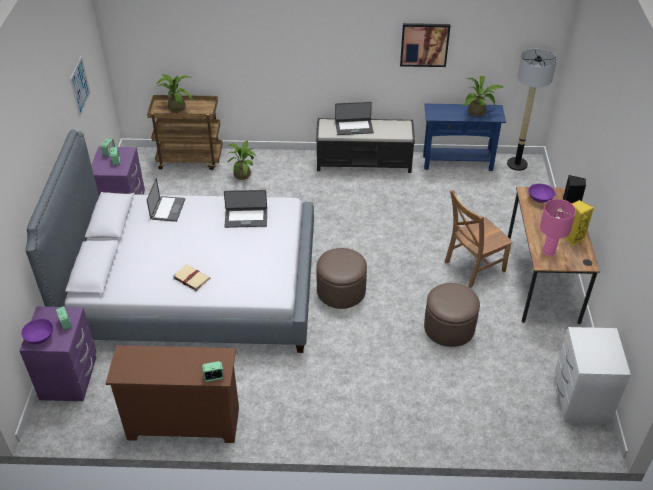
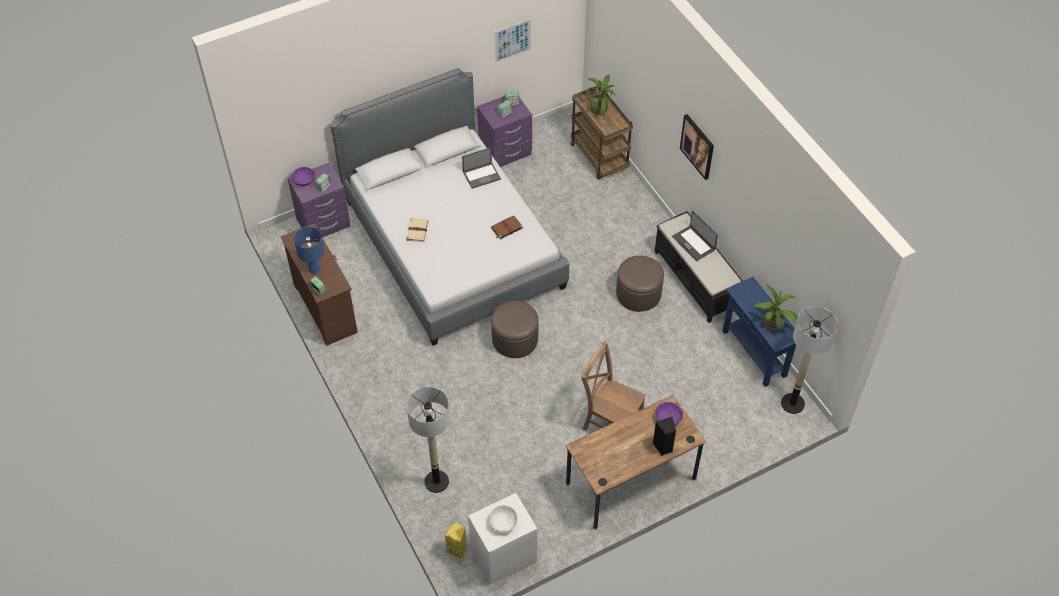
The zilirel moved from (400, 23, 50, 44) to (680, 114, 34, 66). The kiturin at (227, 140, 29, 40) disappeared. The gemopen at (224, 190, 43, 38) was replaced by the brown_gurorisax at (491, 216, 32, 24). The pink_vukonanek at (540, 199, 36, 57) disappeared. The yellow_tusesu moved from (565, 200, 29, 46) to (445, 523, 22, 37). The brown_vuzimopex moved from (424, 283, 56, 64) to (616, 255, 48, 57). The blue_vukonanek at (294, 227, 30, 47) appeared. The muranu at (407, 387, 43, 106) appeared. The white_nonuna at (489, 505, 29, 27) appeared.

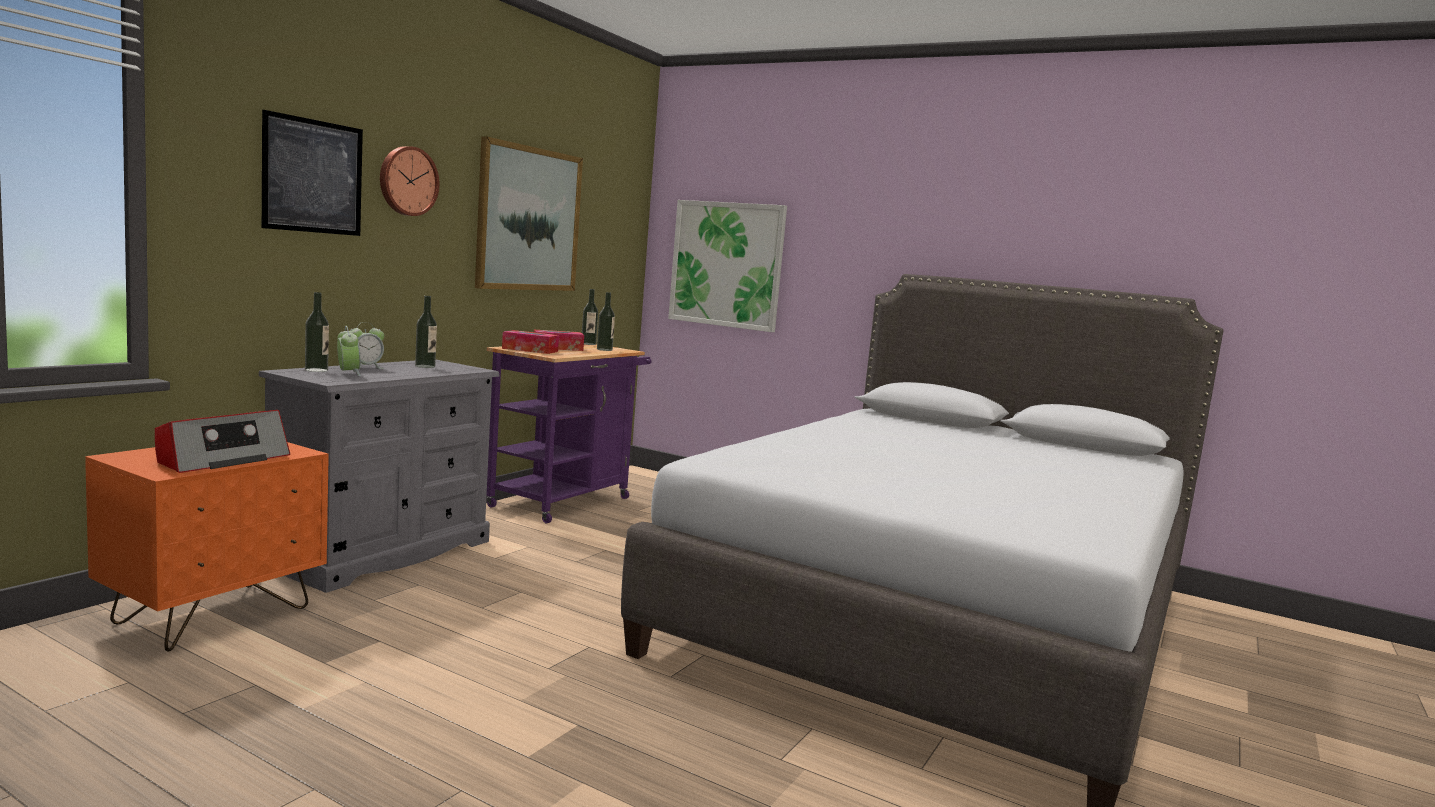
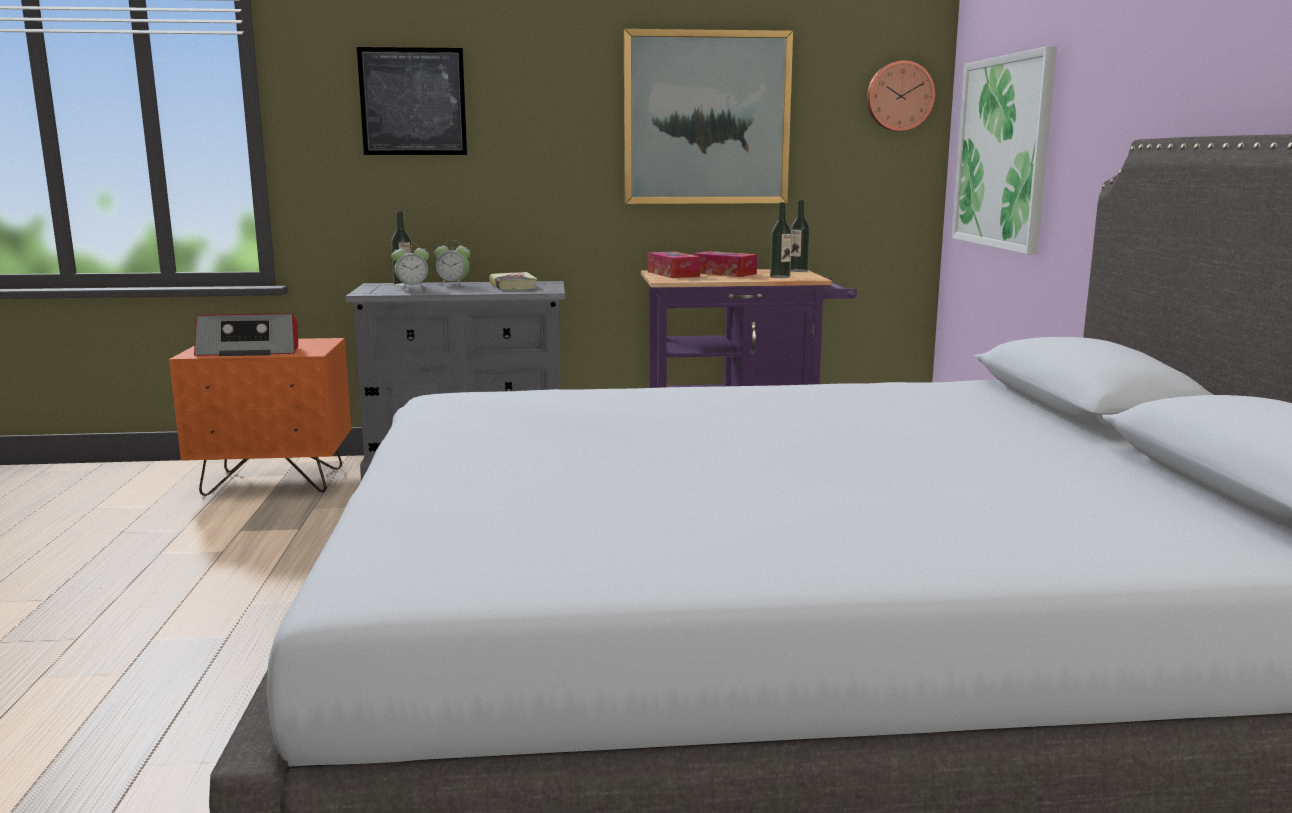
The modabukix moved from (380, 146, 60, 70) to (867, 60, 68, 71). The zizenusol at (415, 296, 22, 72) was replaced by the gurorisax at (489, 272, 48, 18). The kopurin at (337, 326, 24, 50) turned 45 degrees clockwise.

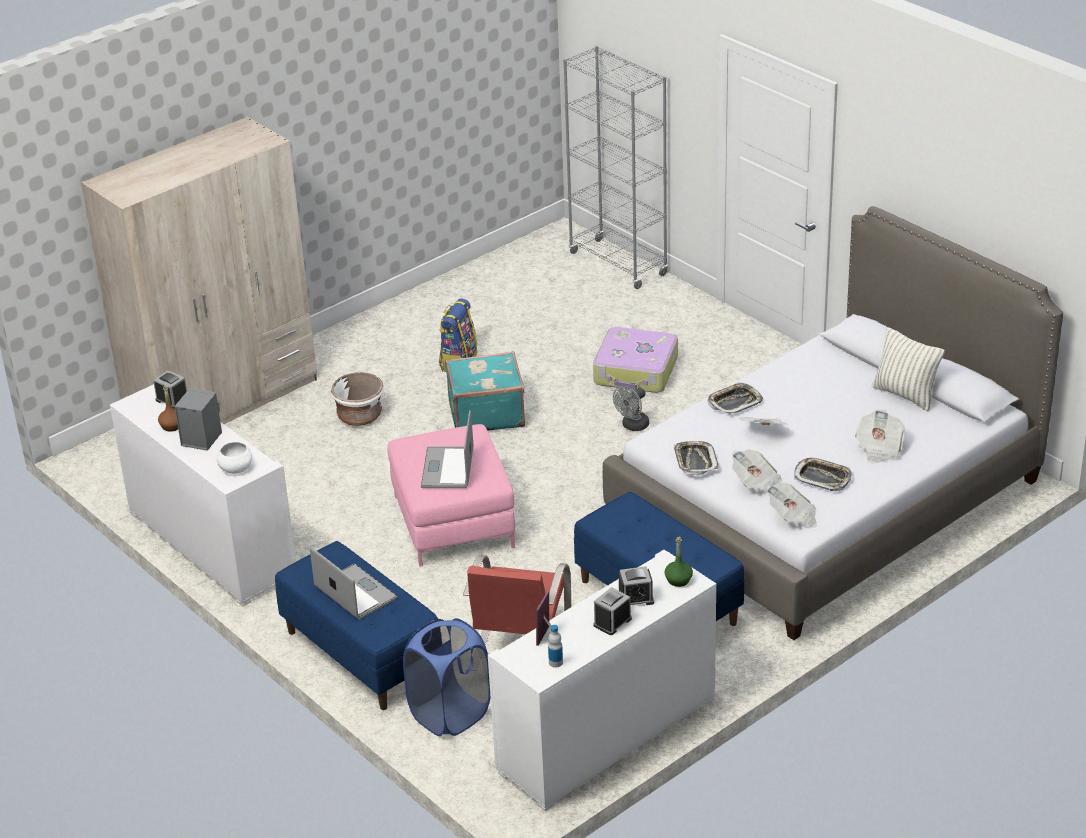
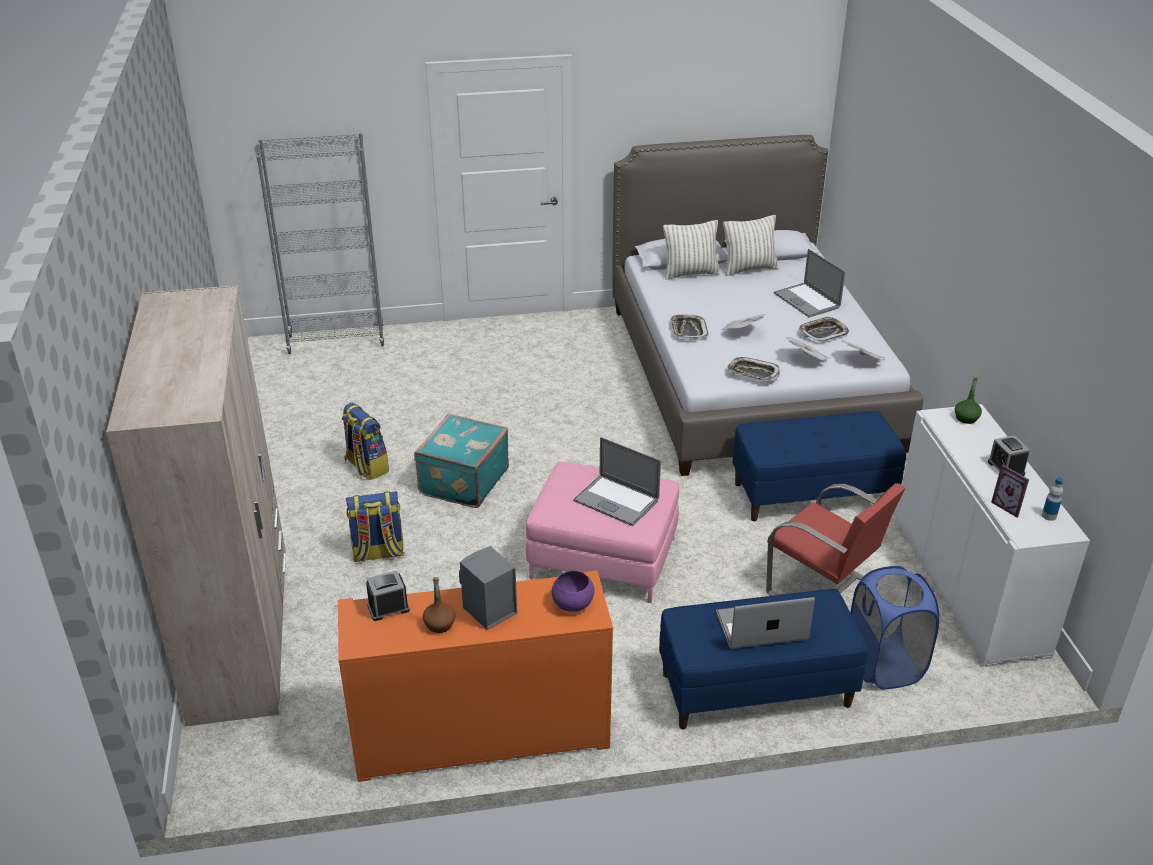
The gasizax at (593, 327, 85, 66) disappeared. The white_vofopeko at (331, 373, 53, 53) was replaced by the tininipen at (346, 491, 59, 72). The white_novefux at (110, 384, 186, 222) became the orange_novefux at (338, 570, 275, 212). The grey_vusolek at (613, 386, 36, 45) disappeared. The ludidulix at (855, 410, 50, 53) was replaced by the gemopen at (774, 249, 71, 68). The white_nonuna at (217, 442, 35, 32) became the purple_nonuna at (552, 570, 43, 42). The kopurin at (619, 566, 35, 39) disappeared. The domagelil at (663, 220, 57, 60) appeared.

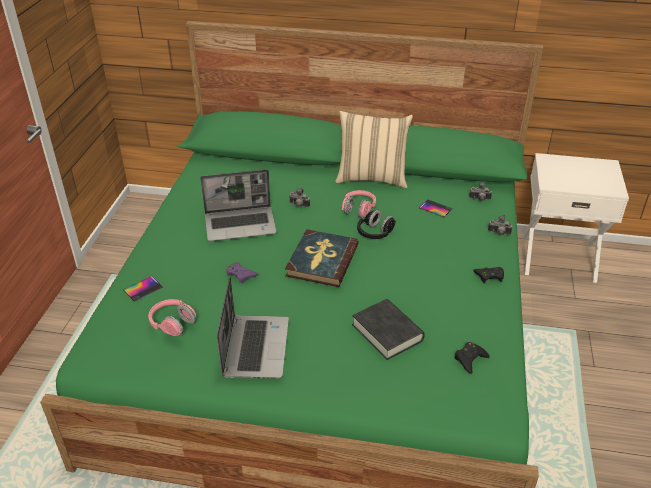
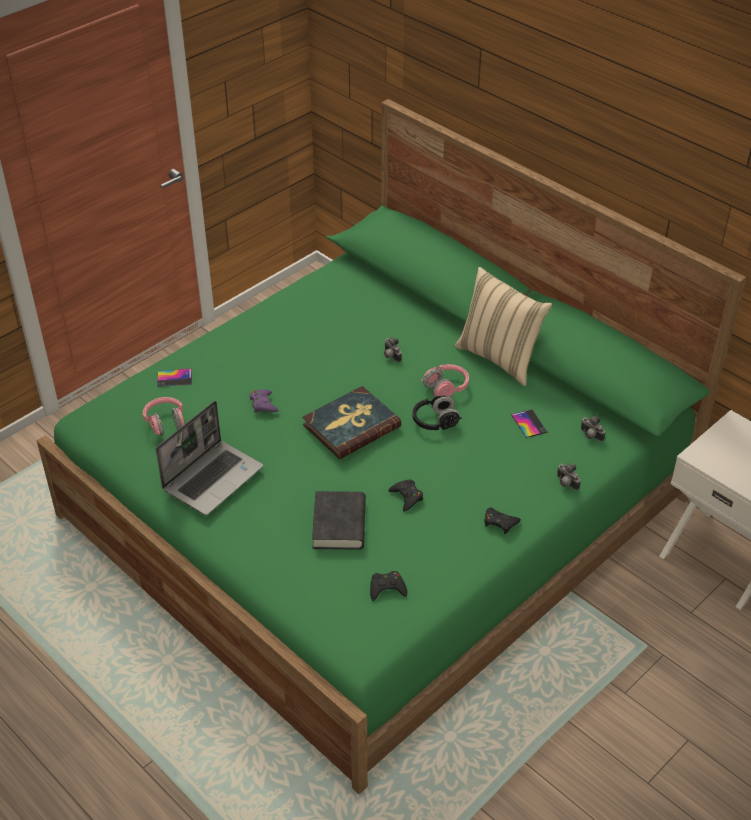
The gemopen at (200, 169, 77, 72) disappeared. The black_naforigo at (388, 479, 35, 33) appeared.

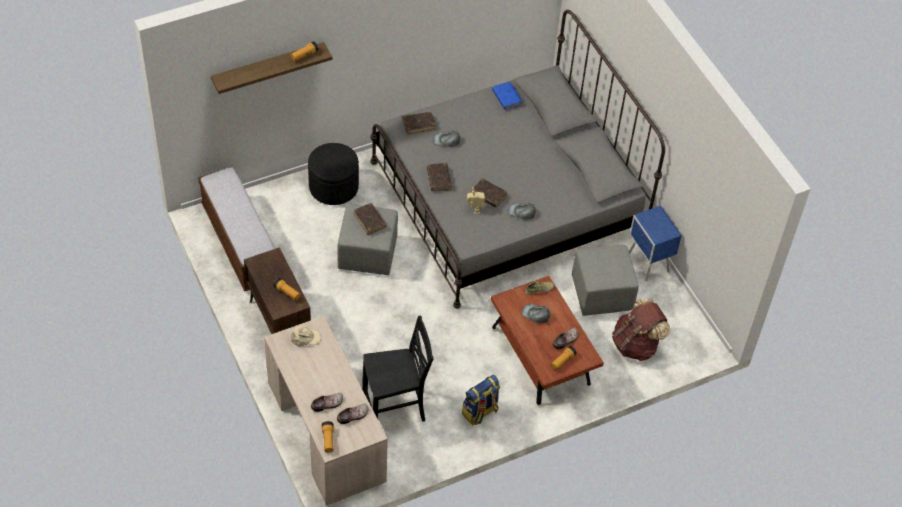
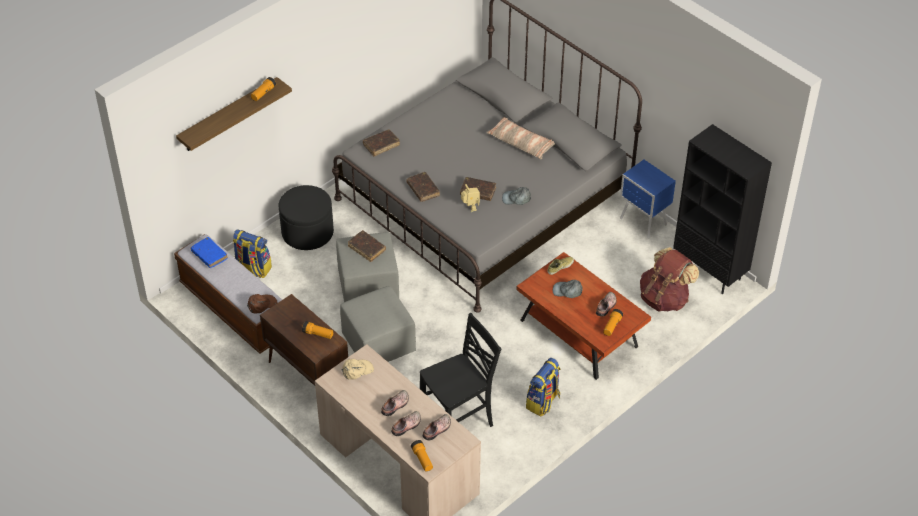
The blue_gurorisax moved from (492, 82, 30, 28) to (191, 237, 37, 31). The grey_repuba at (433, 130, 27, 17) disappeared. The grey_vuzimopex moved from (572, 245, 67, 71) to (340, 286, 76, 76). The domagelil at (486, 117, 69, 42) appeared. The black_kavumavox at (673, 124, 99, 170) appeared. The tininipen at (233, 229, 39, 49) appeared. The brown_repuba at (247, 294, 31, 20) appeared. The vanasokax at (381, 390, 28, 26) appeared.

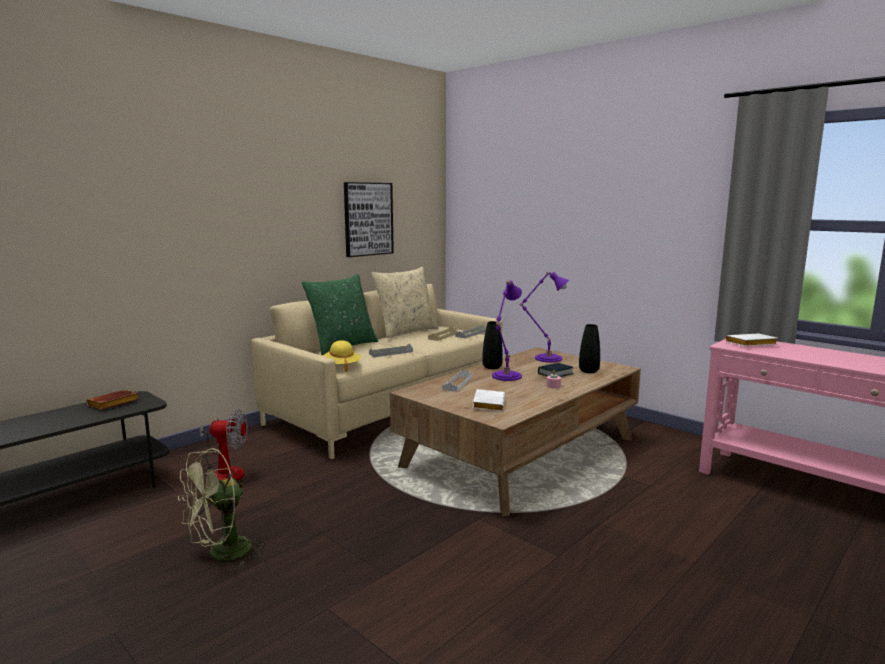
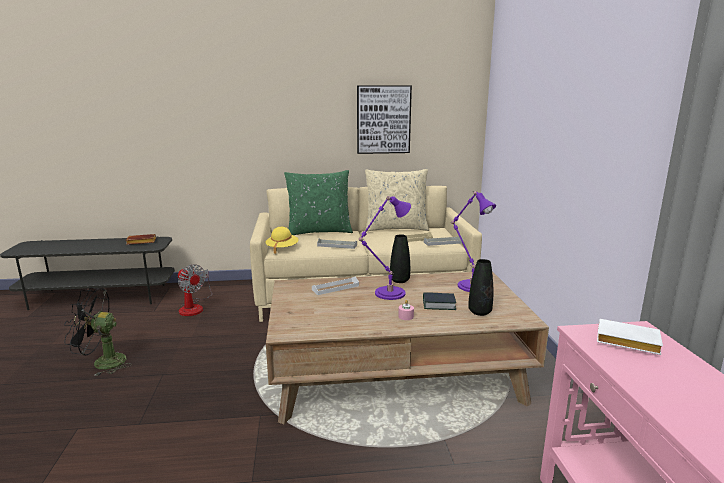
The white_gurorisax at (473, 389, 32, 22) disappeared. The green_vusolek at (178, 448, 89, 119) became the black_vusolek at (64, 288, 68, 88).

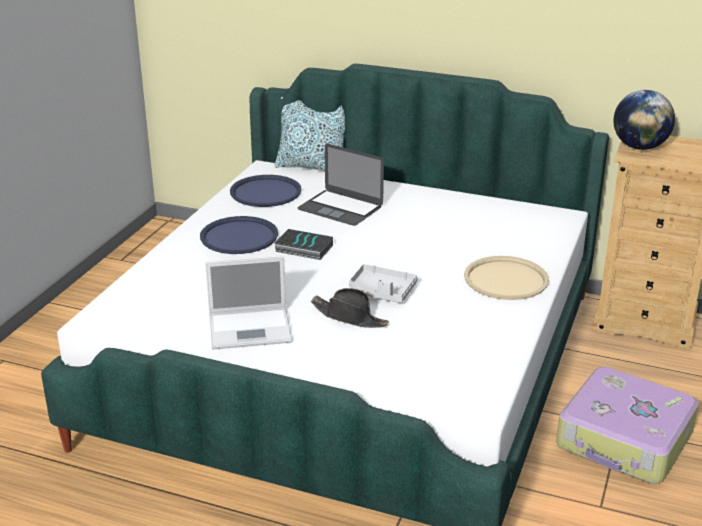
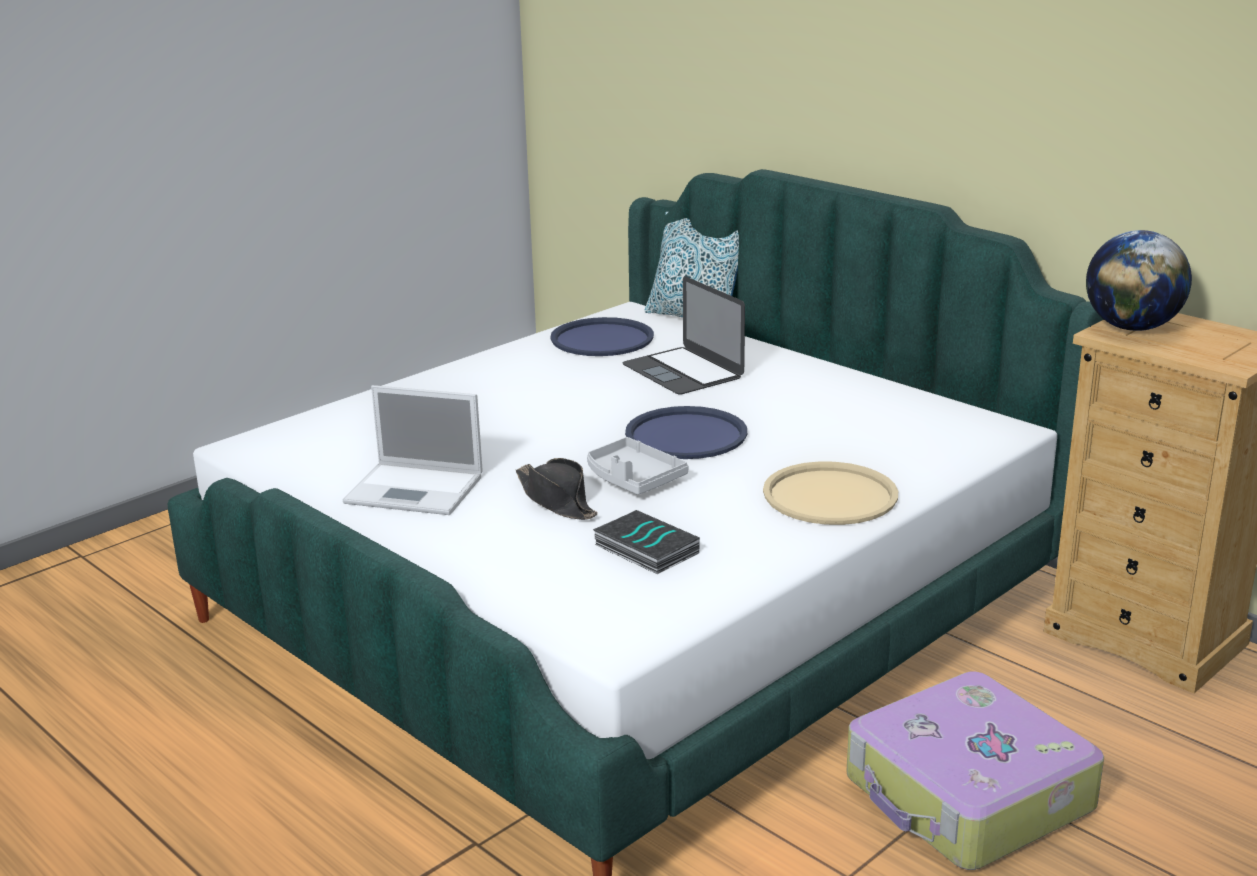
The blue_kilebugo moved from (200, 216, 78, 38) to (625, 406, 122, 53). The gurorisax moved from (274, 229, 59, 31) to (593, 510, 107, 64).

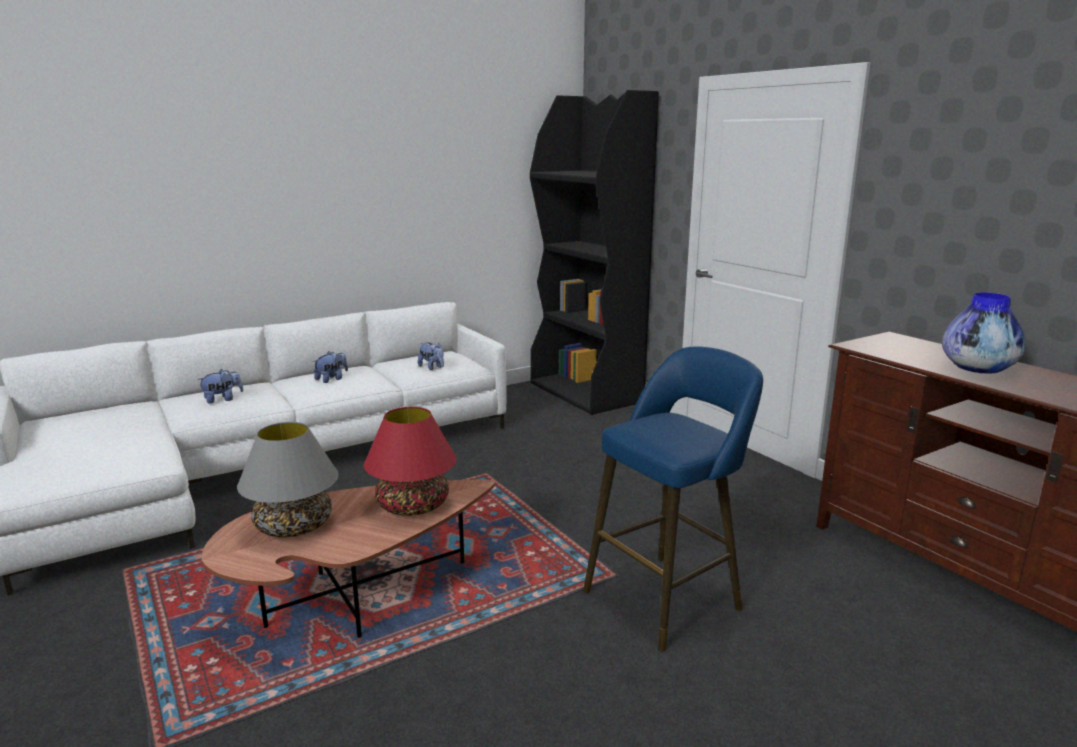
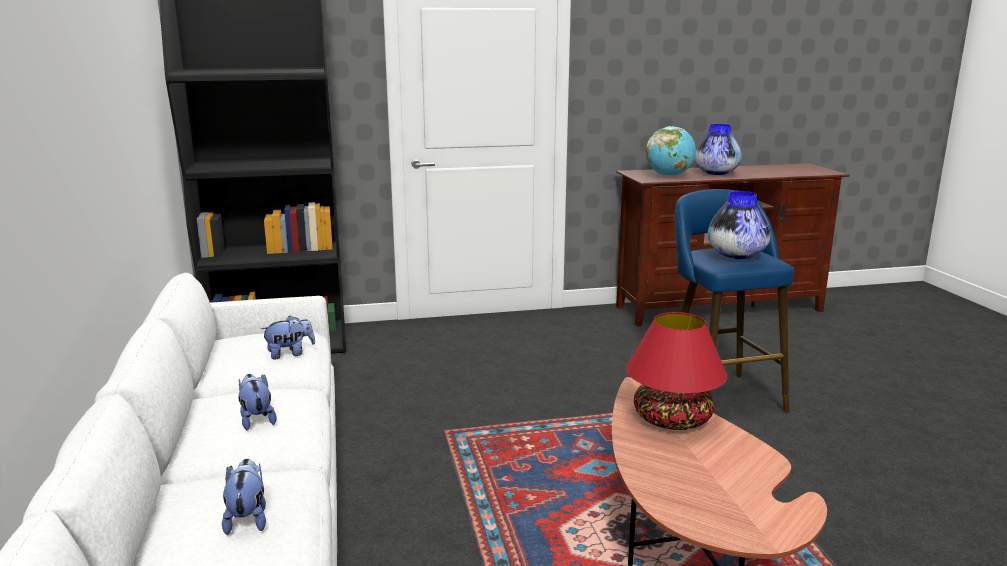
The grey_vukonanek at (237, 422, 102, 115) disappeared. The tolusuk at (646, 126, 50, 51) appeared. The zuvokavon at (708, 191, 63, 68) appeared.

